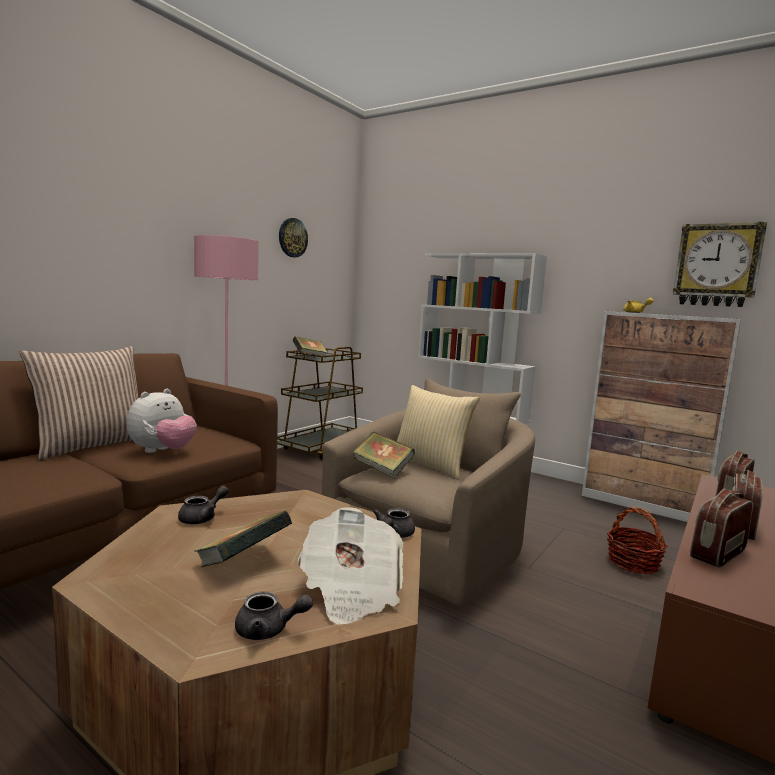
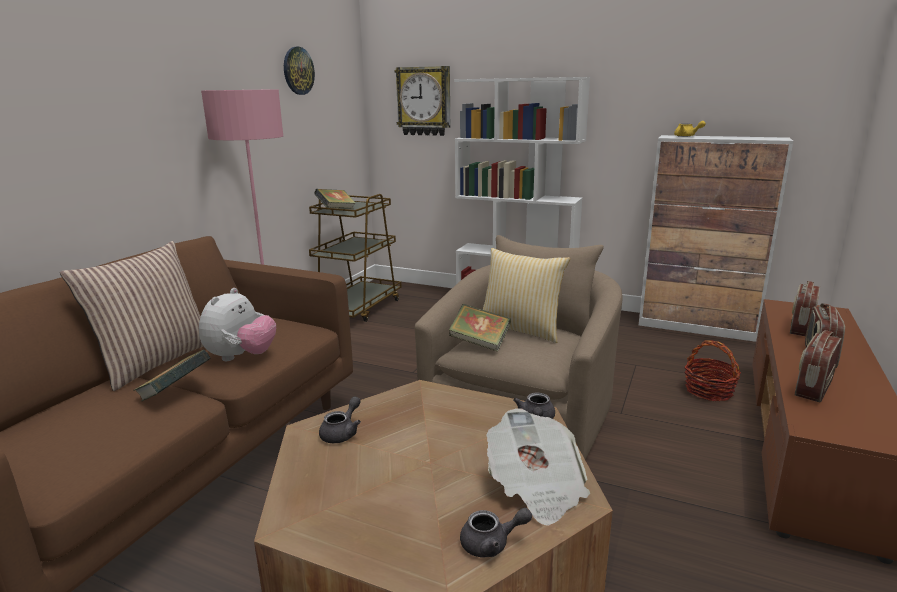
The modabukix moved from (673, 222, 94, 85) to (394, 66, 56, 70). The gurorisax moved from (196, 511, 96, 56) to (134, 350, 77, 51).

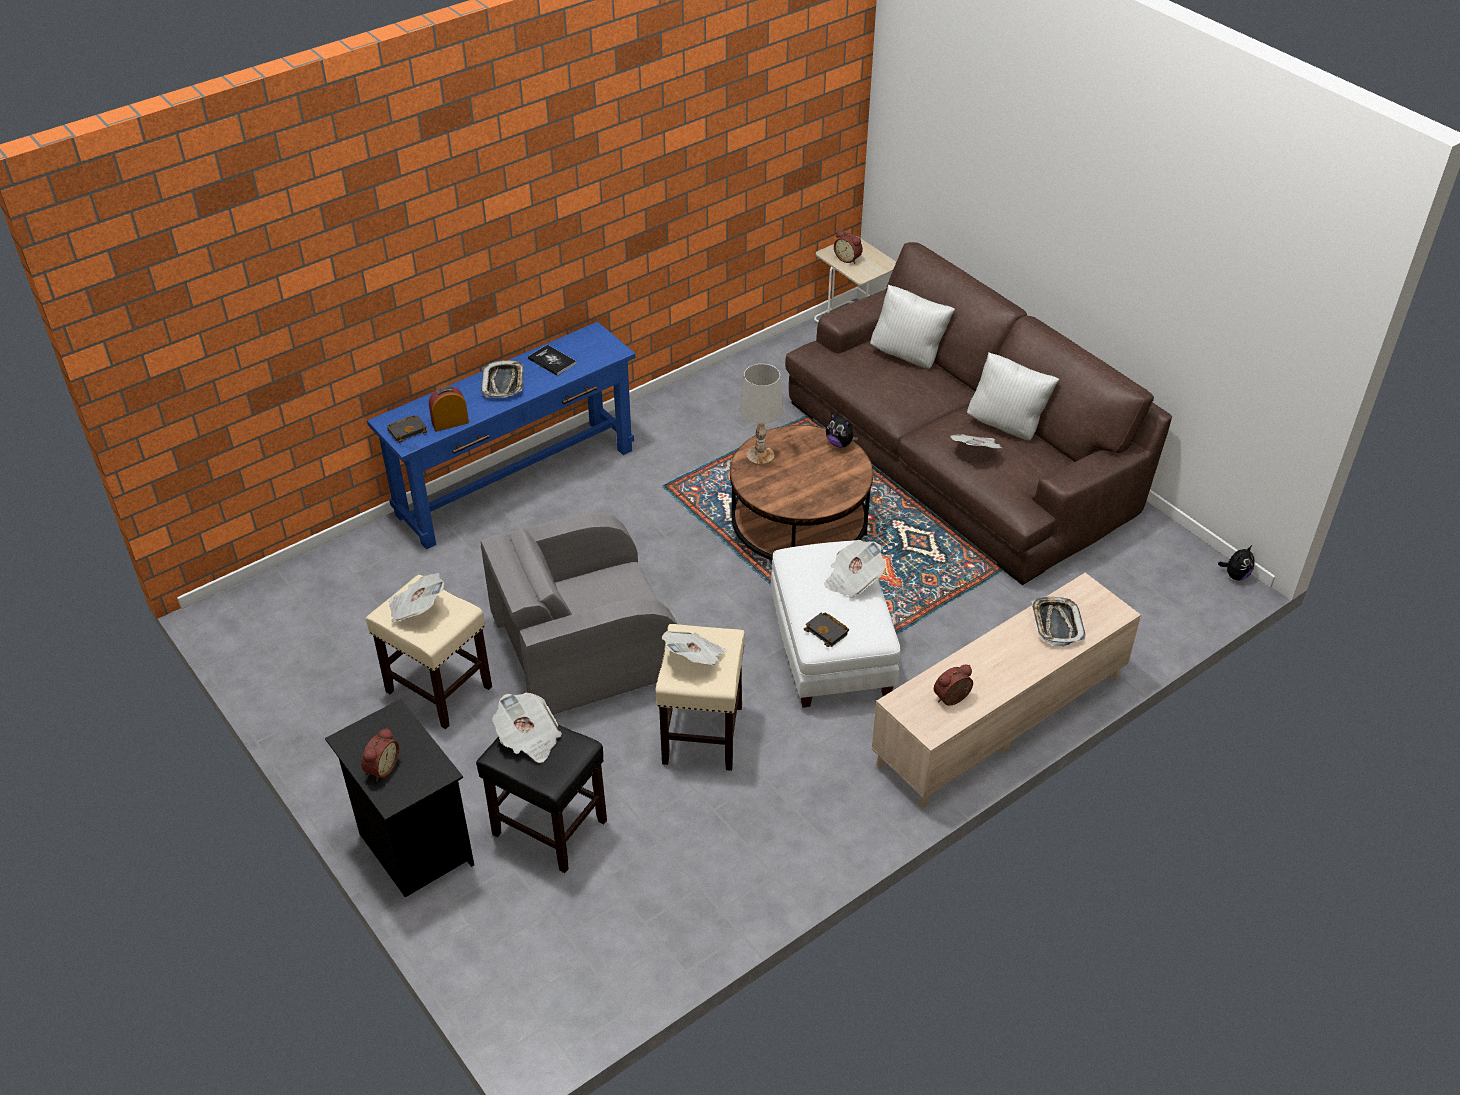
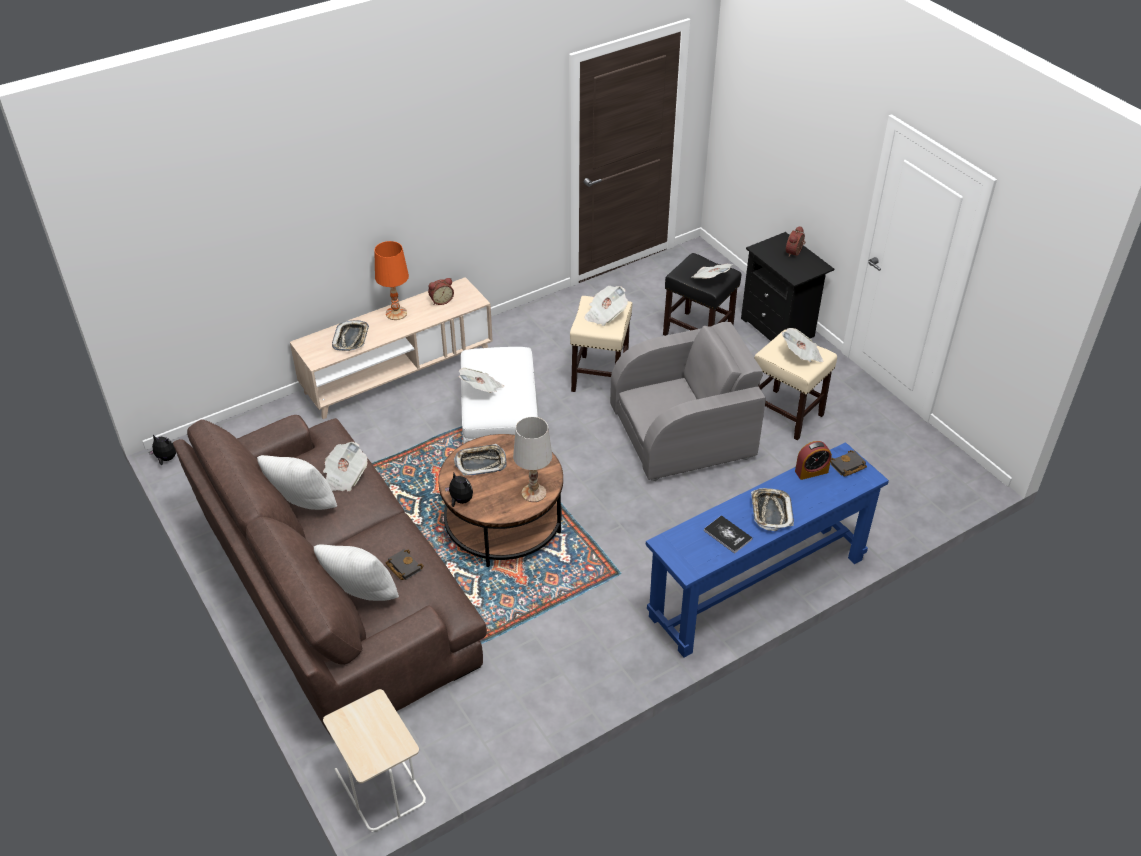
The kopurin at (834, 230, 29, 34) disappeared. The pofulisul at (1218, 545, 37, 35) turned 60 degrees clockwise. The black_gurorisax moved from (804, 612, 45, 35) to (386, 549, 38, 31). The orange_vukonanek at (374, 241, 35, 79) appeared. The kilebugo at (454, 444, 53, 32) appeared.

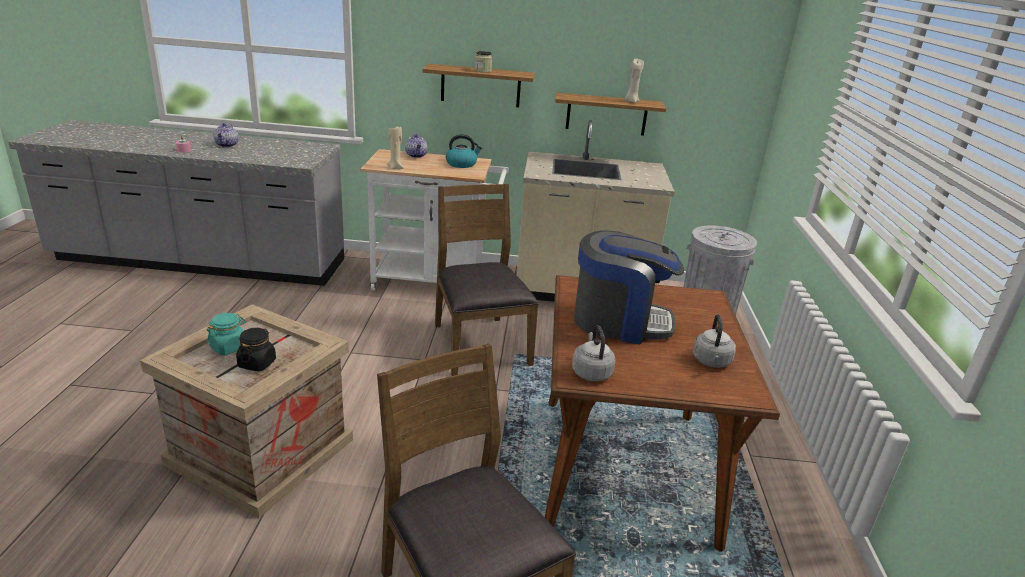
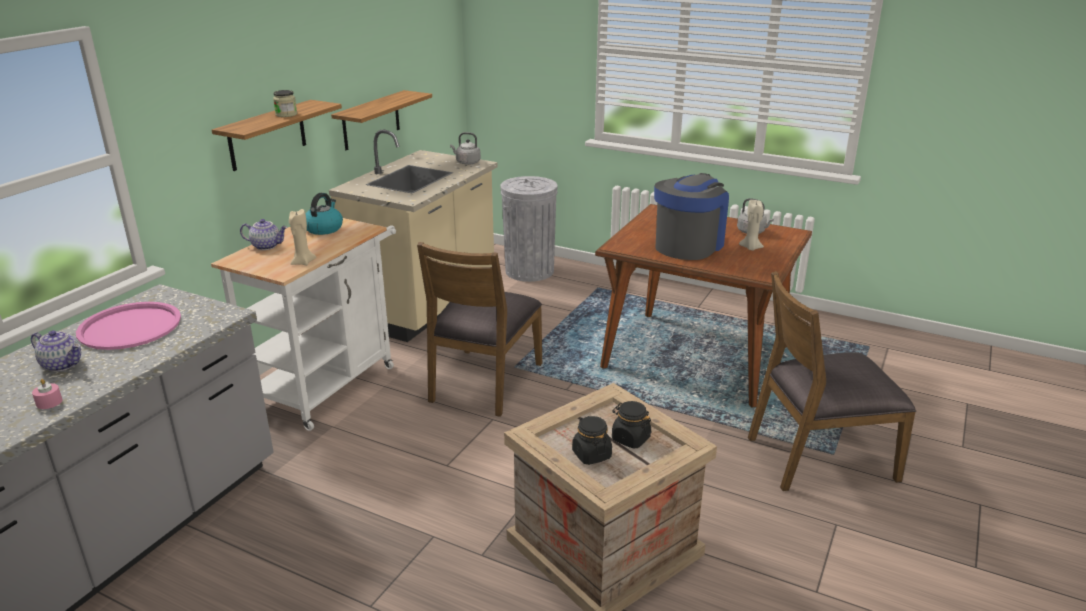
The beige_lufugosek moved from (624, 59, 20, 44) to (739, 200, 25, 50). The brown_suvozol at (435, 184, 104, 192) turned 75 degrees counterclockwise. The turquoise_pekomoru at (207, 313, 39, 42) became the black_pekomoru at (572, 416, 40, 49). The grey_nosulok moved from (572, 325, 44, 56) to (450, 132, 31, 33). The pink_kilebugo at (76, 302, 105, 48) appeared.

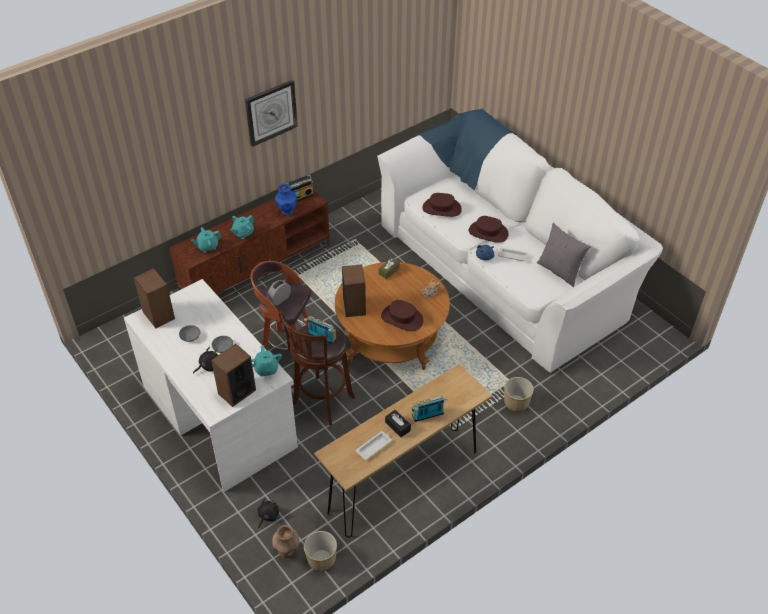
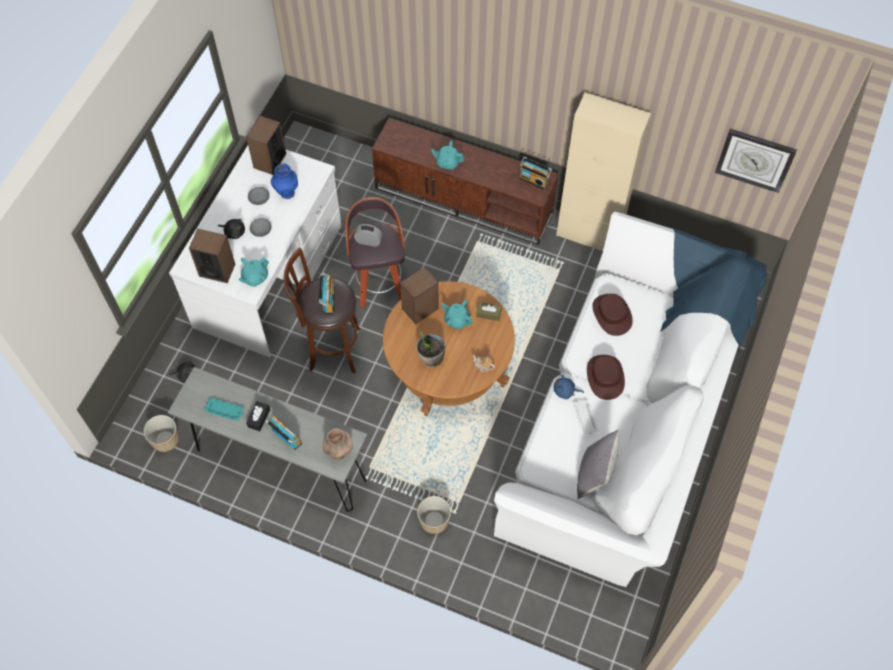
The modabukix moved from (245, 80, 53, 67) to (715, 129, 82, 64). The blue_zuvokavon moved from (275, 184, 22, 32) to (271, 163, 27, 36). The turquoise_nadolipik moved from (191, 227, 30, 25) to (441, 300, 32, 29). The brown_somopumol at (381, 300, 42, 31) was replaced by the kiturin at (417, 329, 28, 38). The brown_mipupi at (314, 364, 179, 174) became the grey_mipupi at (168, 367, 199, 145). The white_kilebugo at (356, 431, 36, 29) became the turquoise_kilebugo at (204, 397, 40, 24). The brown_zuvokavon moved from (272, 525, 27, 33) to (323, 428, 30, 32). The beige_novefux at (556, 92, 95, 159) appeared.

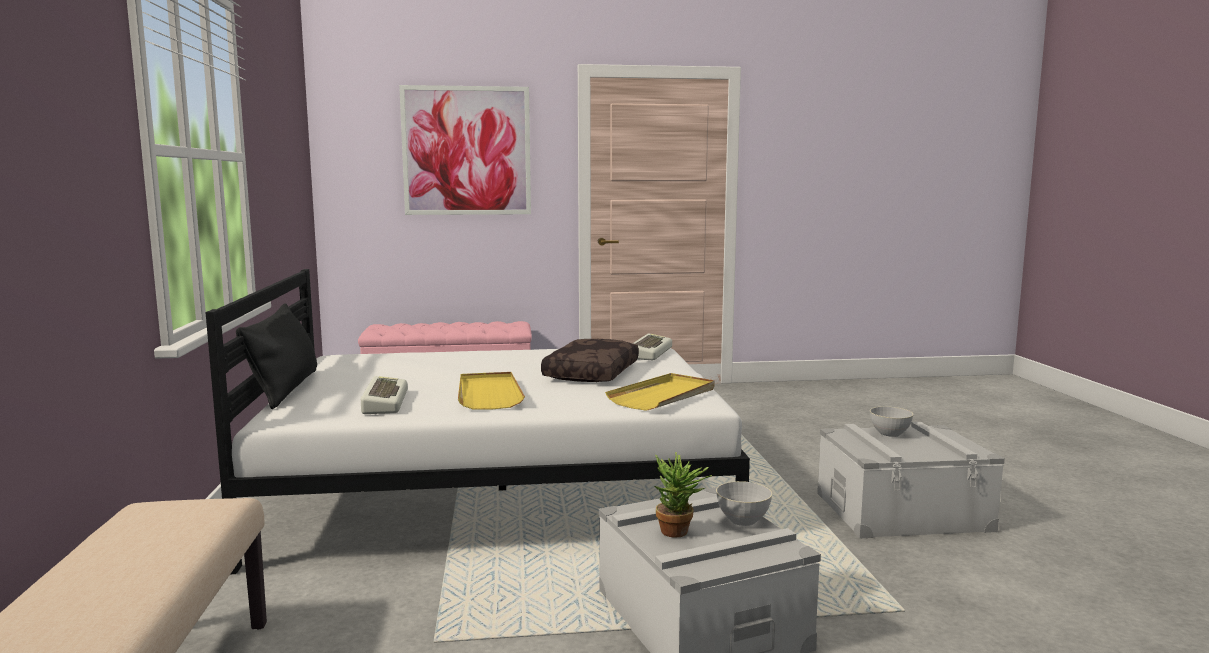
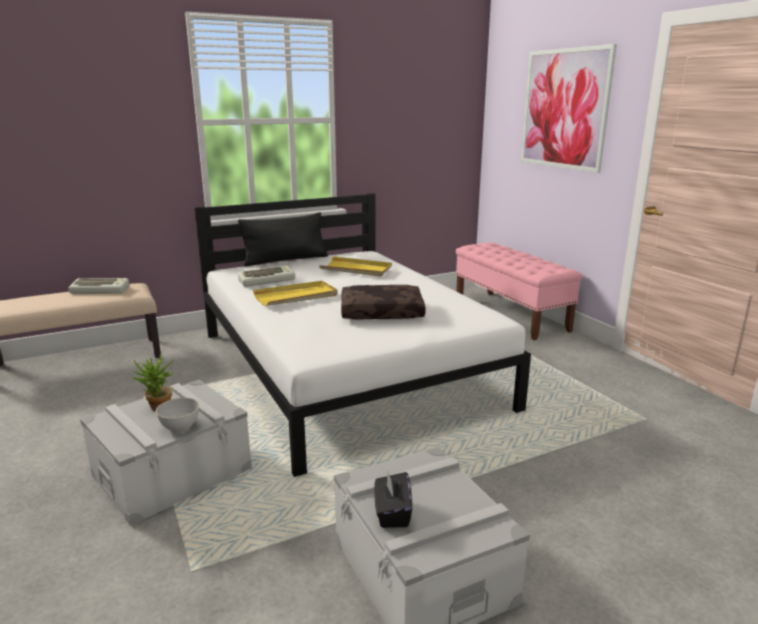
The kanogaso moved from (633, 333, 39, 27) to (68, 278, 62, 16). The yellow_kilebugo moved from (605, 373, 110, 38) to (319, 256, 73, 21). The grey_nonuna at (870, 407, 43, 30) disappeared. The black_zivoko at (374, 470, 38, 58) appeared.

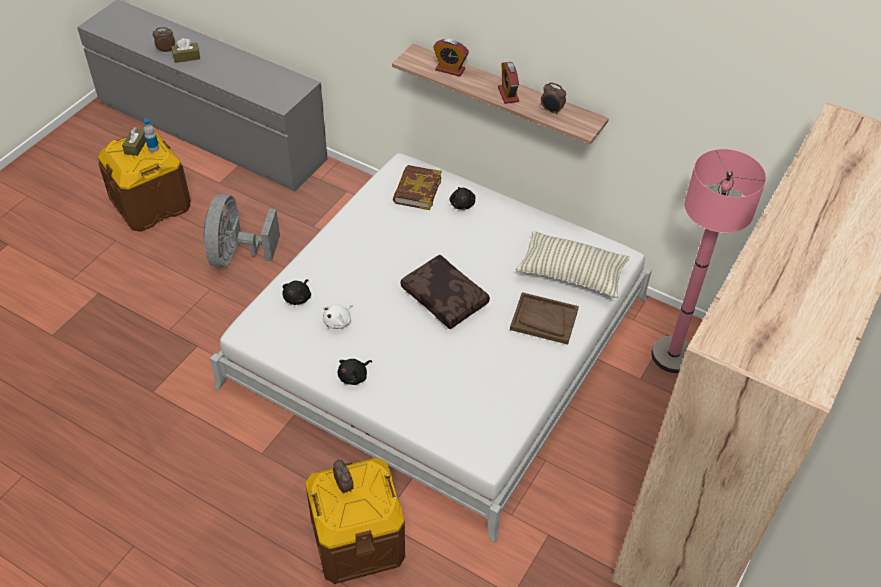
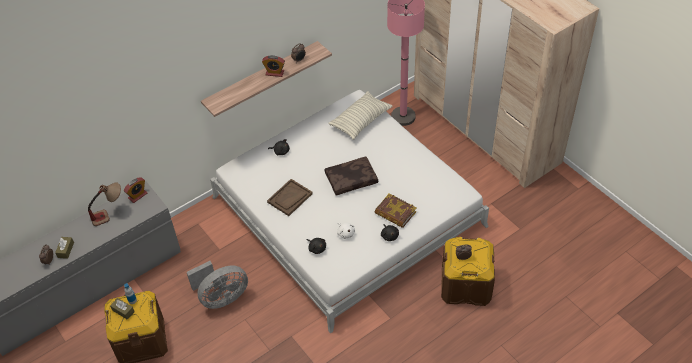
The kopurin moved from (433, 39, 36, 38) to (124, 177, 23, 26). The gurorisax moved from (393, 165, 49, 45) to (375, 193, 42, 35). The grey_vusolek at (203, 194, 77, 74) turned 60 degrees counterclockwise. The brown_kilebugo moved from (510, 292, 69, 53) to (267, 179, 46, 37). The vukonanek at (88, 182, 33, 44) appeared.

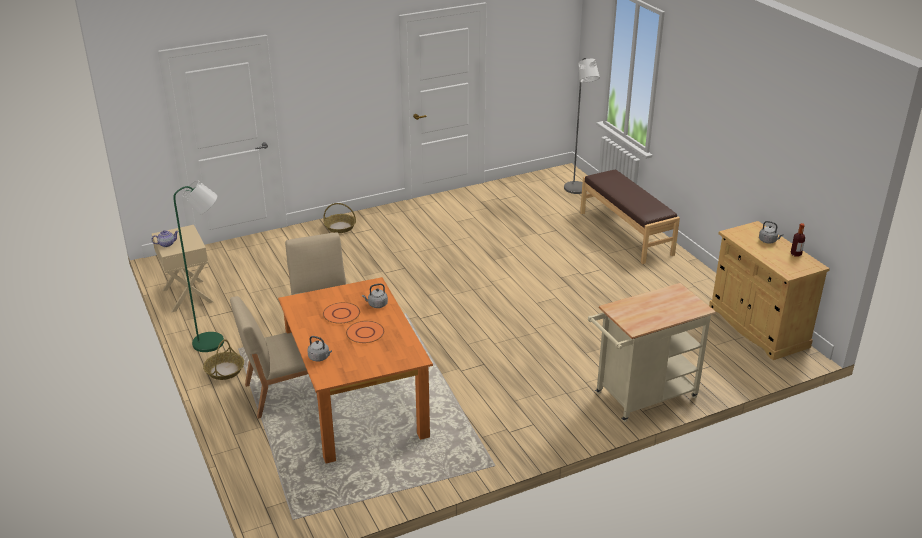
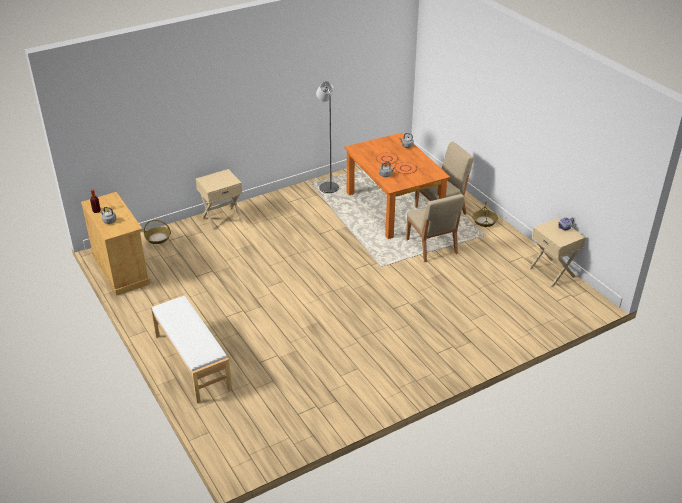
The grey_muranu moved from (564, 58, 36, 136) to (316, 81, 23, 112). The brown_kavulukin at (580, 169, 100, 95) became the white_kavulukin at (150, 295, 82, 109). The green_muranu at (173, 180, 51, 172) disappeared. The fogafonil moved from (323, 203, 33, 30) to (144, 220, 27, 24). The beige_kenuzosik at (588, 283, 128, 139) was replaced by the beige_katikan at (196, 169, 47, 62).

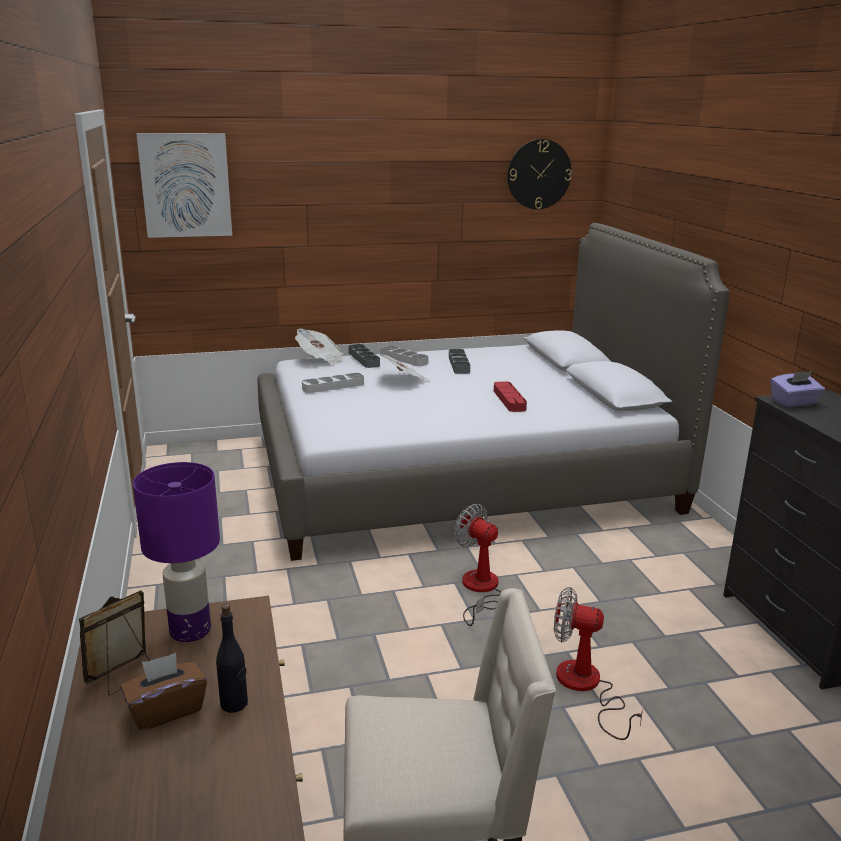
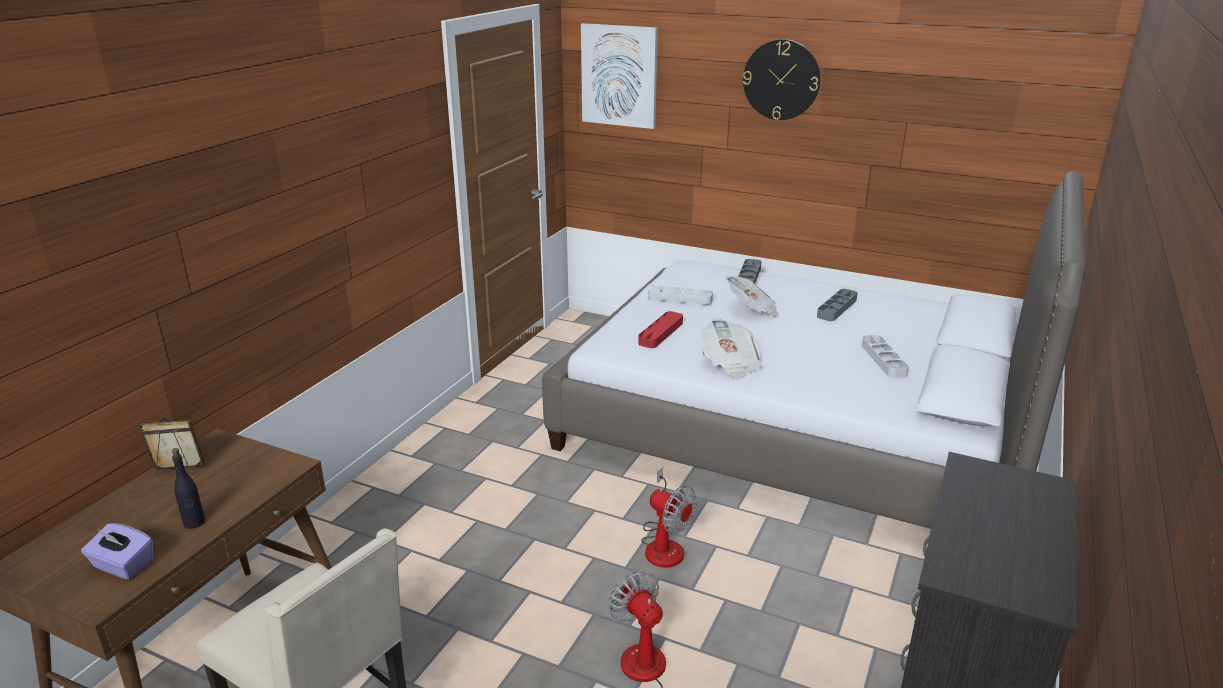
The modabukix moved from (507, 139, 65, 70) to (743, 39, 77, 81). The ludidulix moved from (295, 329, 49, 36) to (700, 319, 62, 61). The grey_kilebugo moved from (380, 345, 48, 21) to (862, 335, 47, 43). The purple_zivoko moved from (771, 371, 54, 36) to (81, 523, 72, 57). The red_kilebugo moved from (494, 381, 33, 31) to (638, 311, 45, 37). The purple_vukonanek at (133, 462, 87, 180) disappeared. The vusolek at (454, 504, 47, 122) turned 135 degrees clockwise. The brown_zivoko at (120, 653, 87, 78) disappeared.

